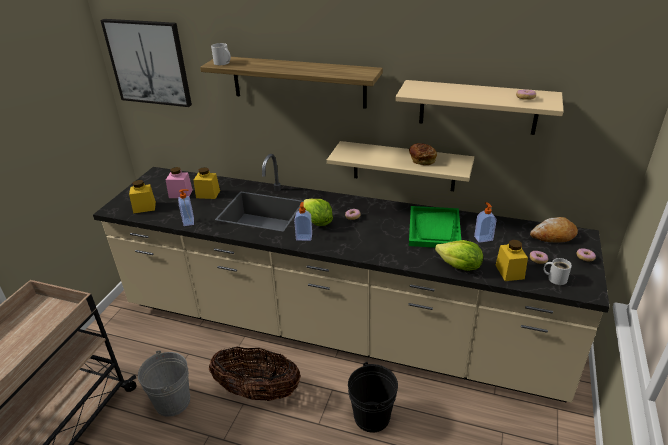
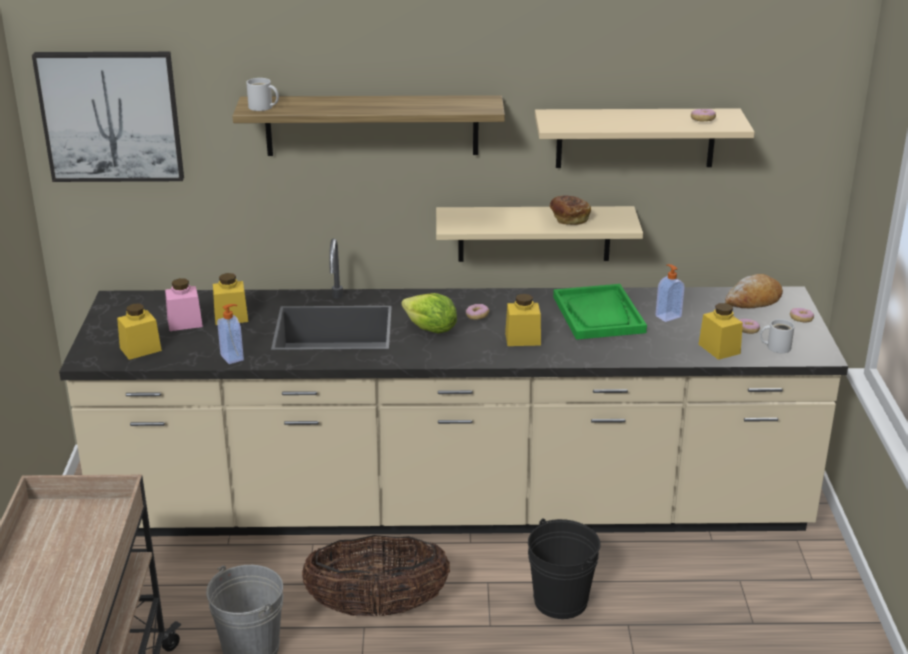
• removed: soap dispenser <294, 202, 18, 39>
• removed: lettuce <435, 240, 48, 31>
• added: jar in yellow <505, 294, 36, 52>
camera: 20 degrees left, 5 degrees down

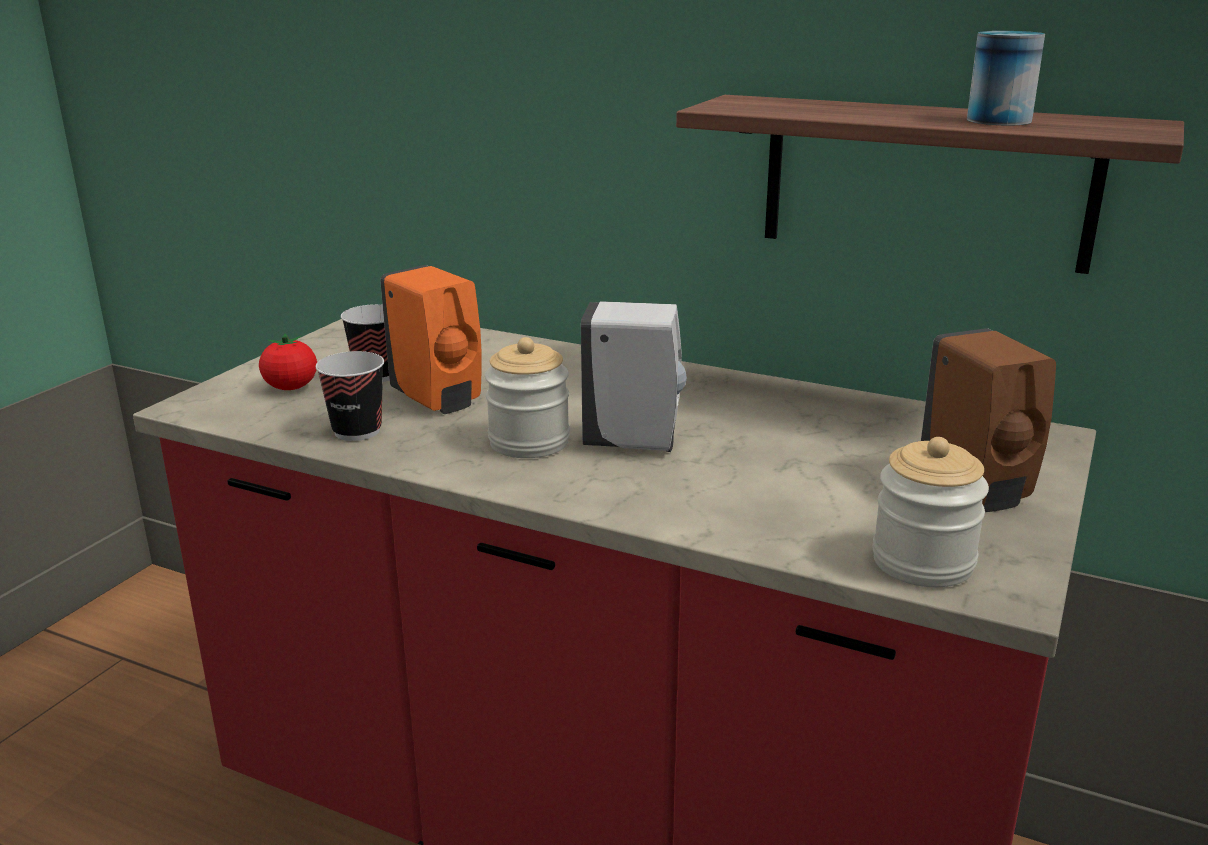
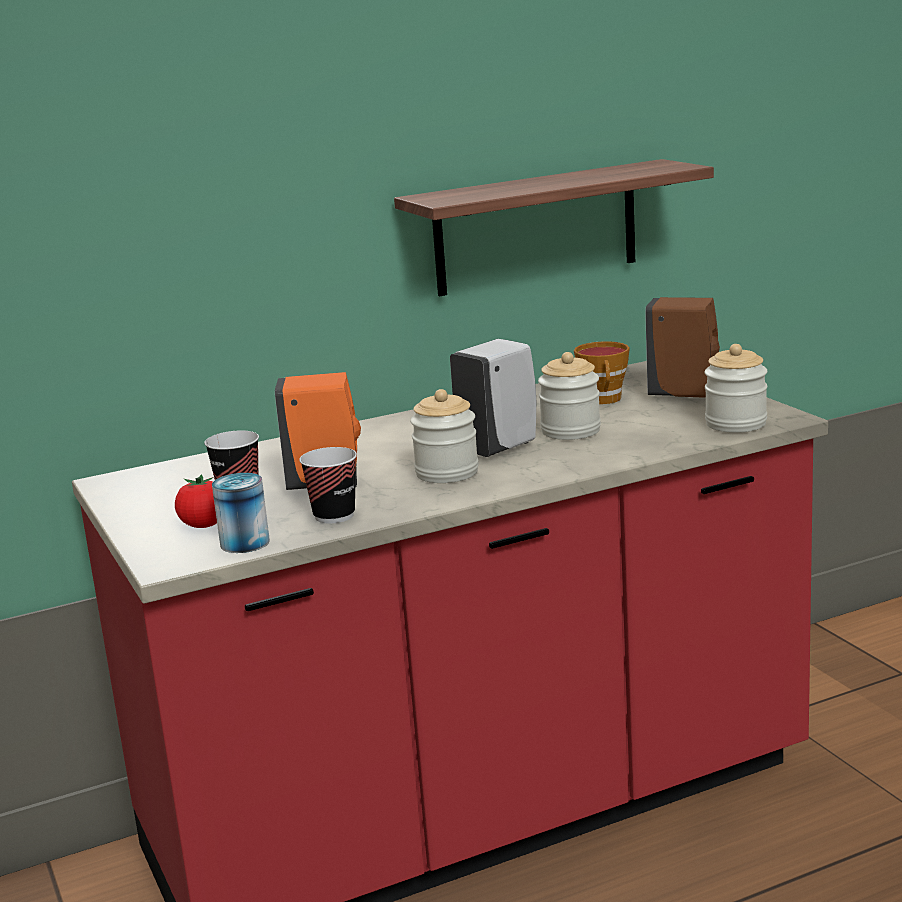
• added: jar <538, 352, 63, 88>
• added: cup <574, 341, 56, 63>
• moved: can <967, 31, 78, 95> to <212, 473, 58, 80>
camera: 50 degrees left, 5 degrees down

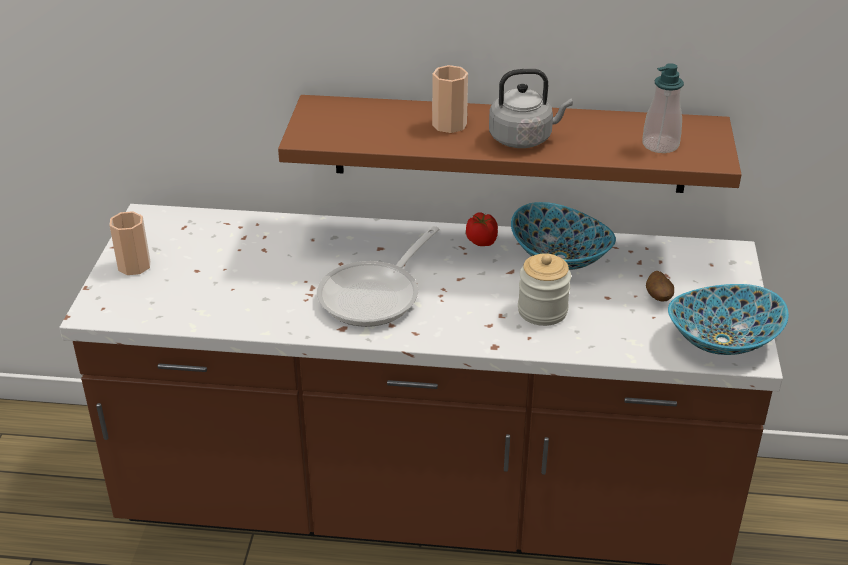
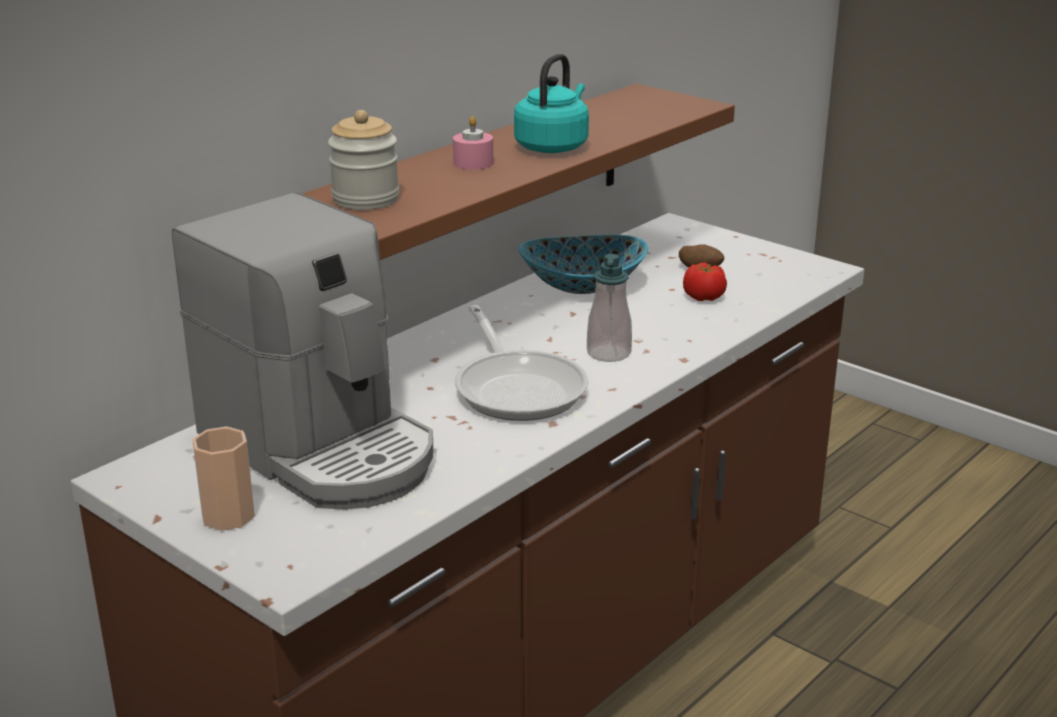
• removed: bowl <668, 284, 121, 71>
• added: coffee machine <172, 193, 261, 316>
• moved: tomato <466, 213, 32, 33> to <683, 262, 44, 39>
• moved: jar <518, 253, 53, 73> to <328, 110, 71, 100>
• moved: soap dispenser <642, 63, 42, 90> to <587, 254, 45, 108>
• replaced: cup <432, 65, 36, 68> to candle in pink <453, 116, 40, 54>
• recoloured: kettle in grey <489, 69, 84, 79> to kettle in turquoise <514, 54, 75, 99>
camera: 55 degrees left, 10 degrees down

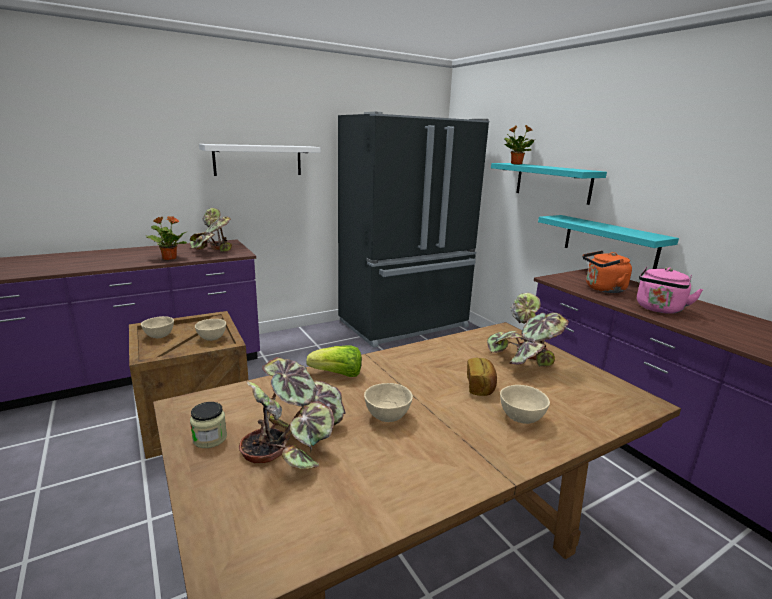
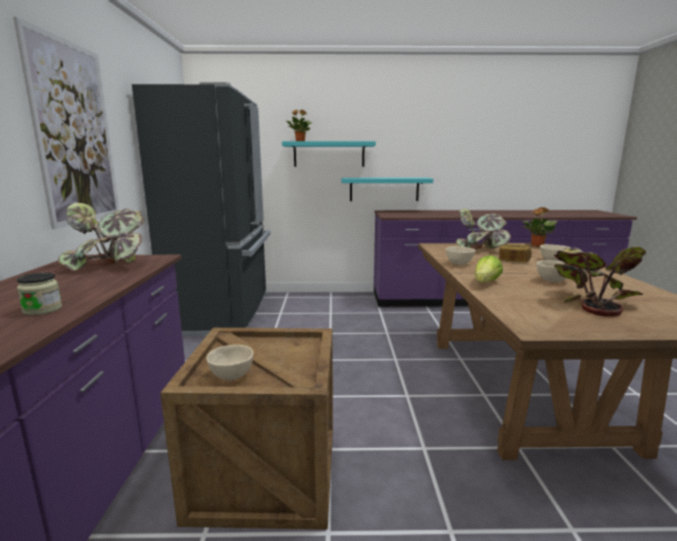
• removed: kettle in orange <582, 250, 50, 43>
• removed: kettle in pink <637, 267, 67, 47>
• moved: potted plant <146, 216, 42, 44> to <522, 207, 35, 40>
• moved: jar <190, 402, 37, 46> to <17, 273, 45, 42>
• moved: bowl in beige <195, 319, 31, 22> to <446, 246, 29, 19>
• replaced: shelf in white <199, 144, 122, 32> to picture <13, 17, 106, 212>
camera: 60 degrees left, 5 degrees down

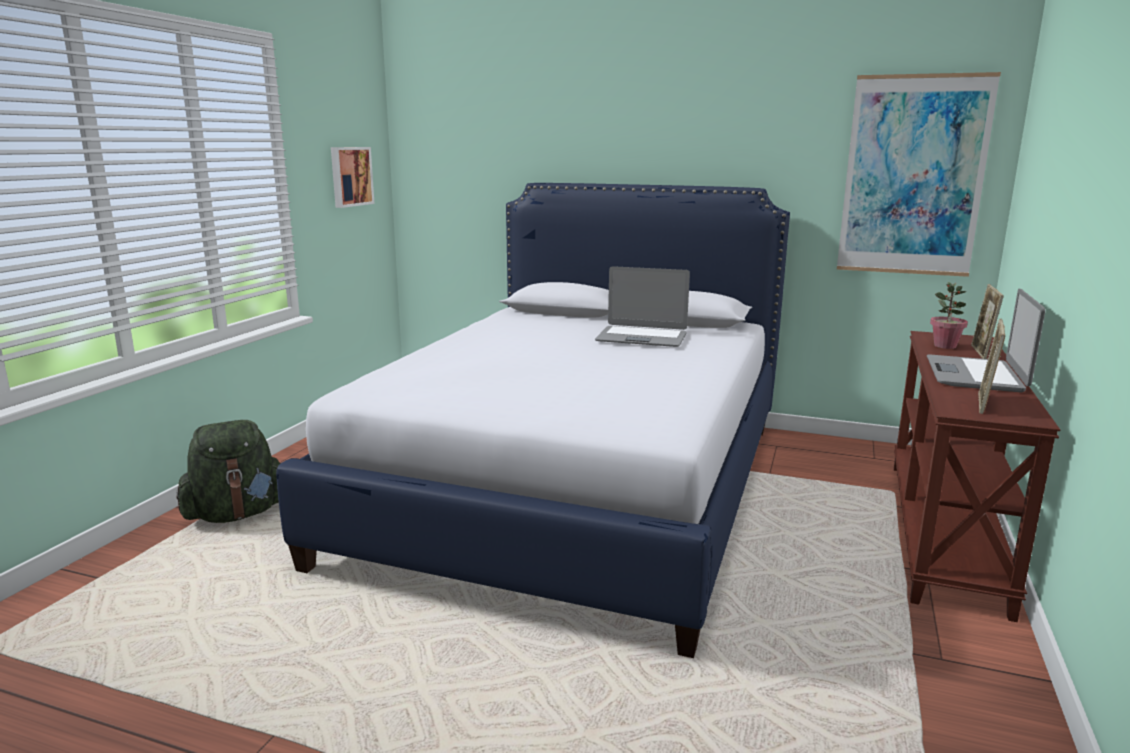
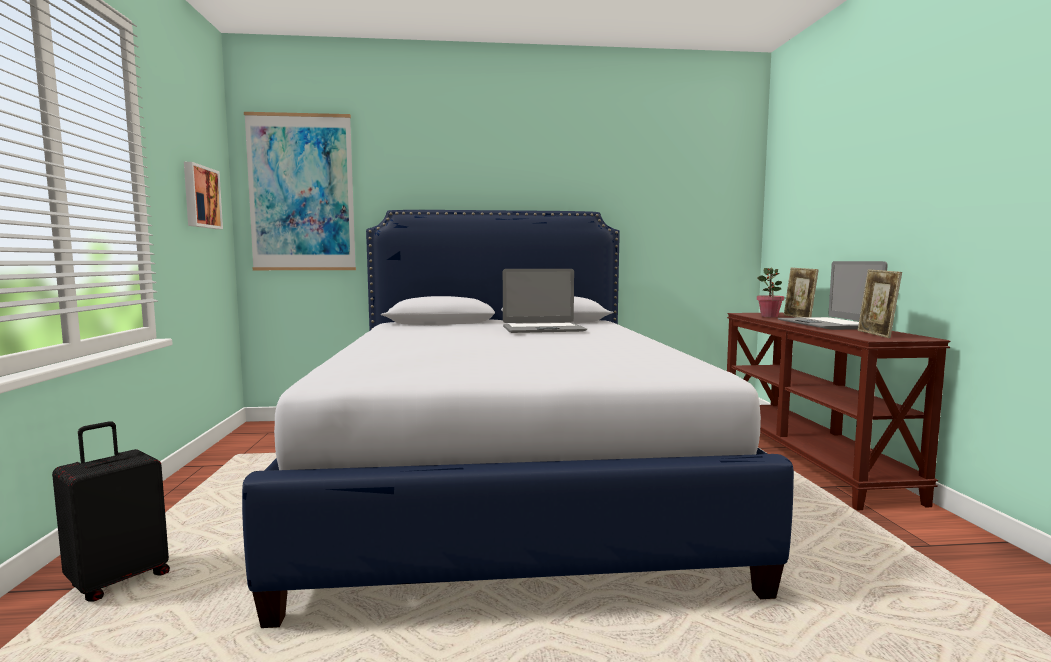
• moved: picture <837, 72, 164, 205> to <244, 112, 112, 158>
• replaced: backpack in green <176, 420, 104, 103> to suitcase in black <52, 421, 118, 181>
camera: 25 degrees left, 10 degrees down

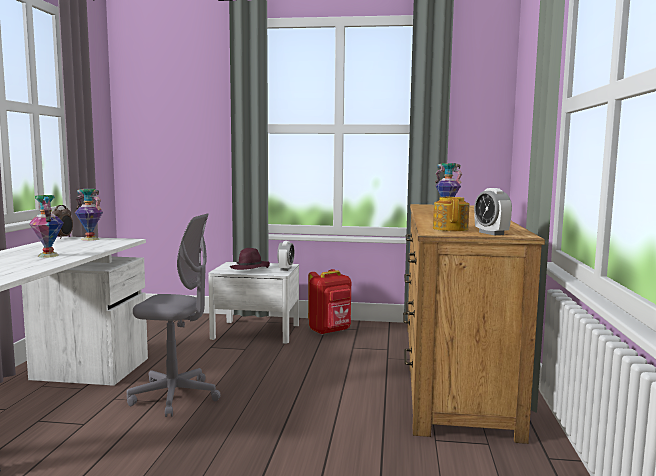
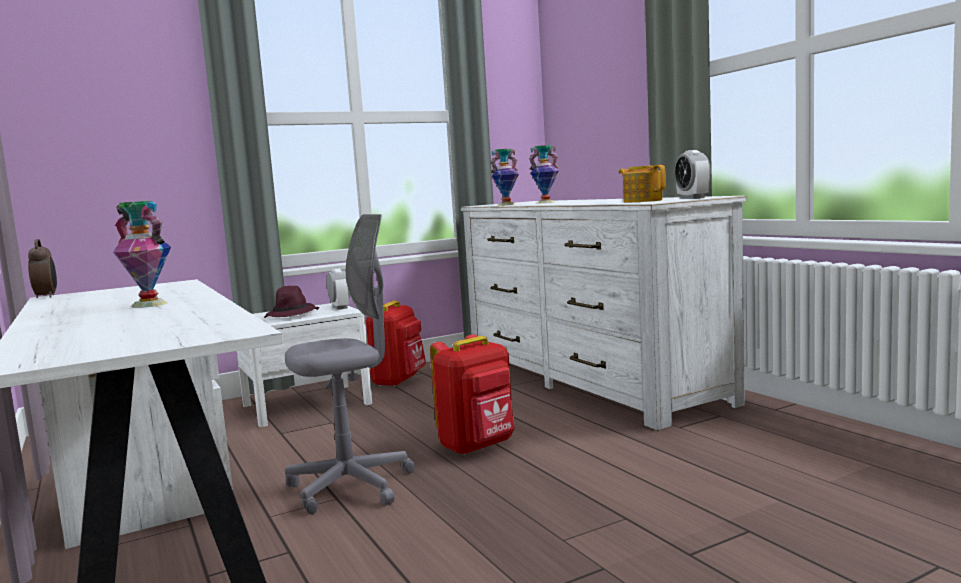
• added: backpack in red <430, 334, 85, 121>
• moved: vase <75, 189, 28, 52> to <490, 149, 29, 57>
• recoloured: dresser in brown <403, 204, 142, 240> to dresser in white <461, 196, 286, 235>
• turned: alarm clock <474, 188, 38, 47> = <674, 150, 37, 49> 45 degrees clockwise
camera: 35 degrees left, 0 degrees up

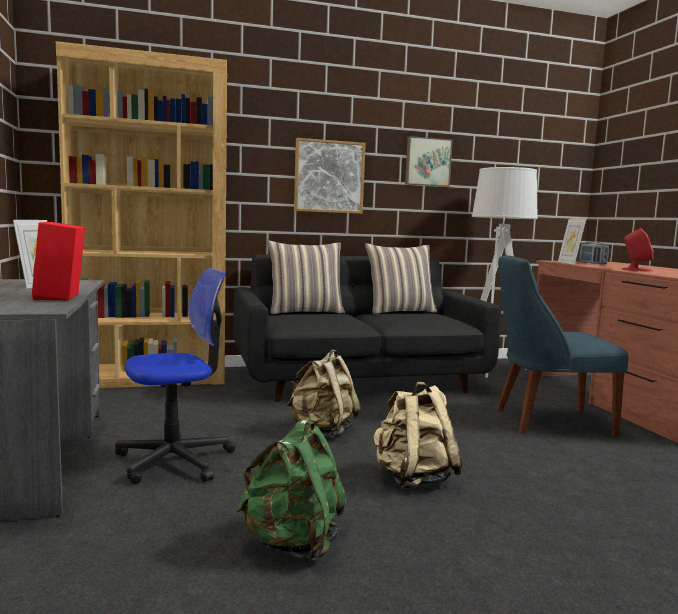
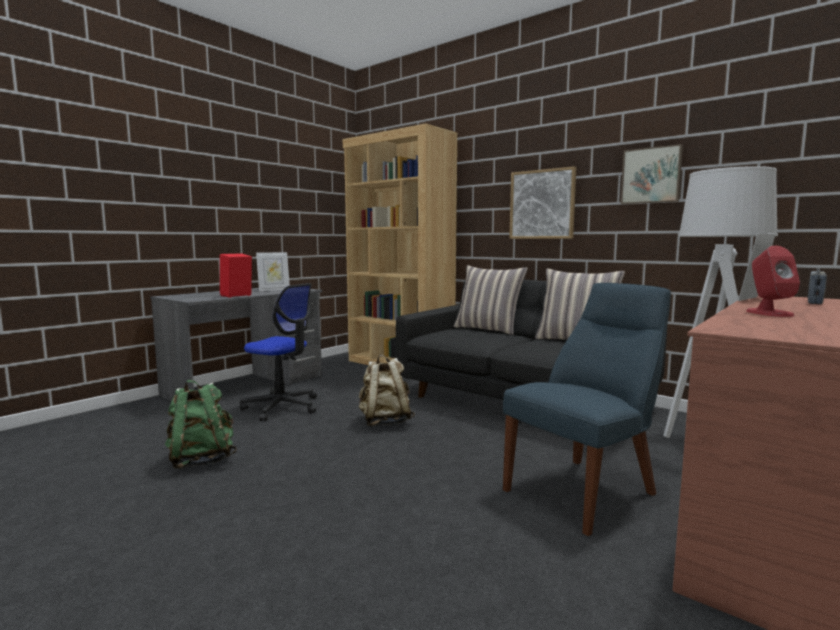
• removed: backpack in beige <374, 382, 89, 107>
• turned: chair in blue <497, 255, 132, 182> = <503, 283, 168, 253> 90 degrees clockwise
camera: 55 degrees right, 0 degrees up

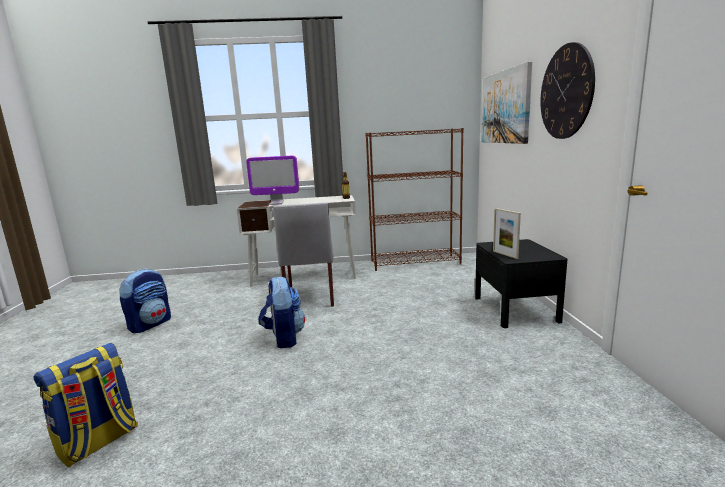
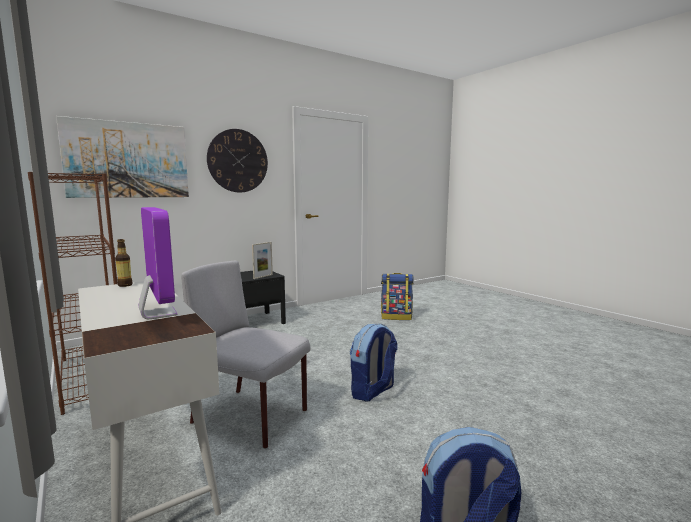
• moved: backpack <33, 343, 105, 125> to <381, 273, 33, 47>
• turned: chair in grey <273, 203, 61, 104> = <181, 261, 130, 188> 120 degrees counterclockwise
camera: 120 degrees left, 5 degrees down

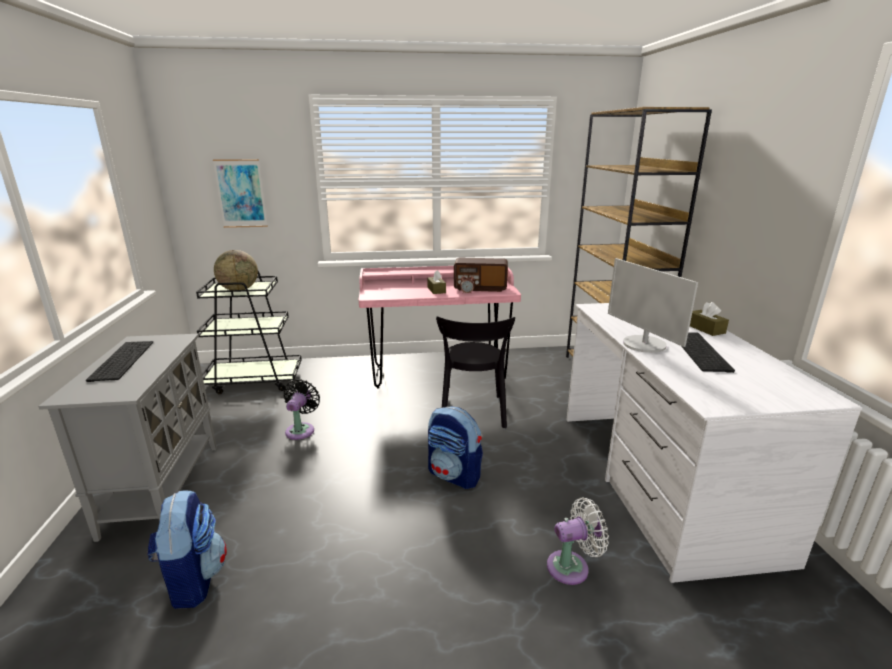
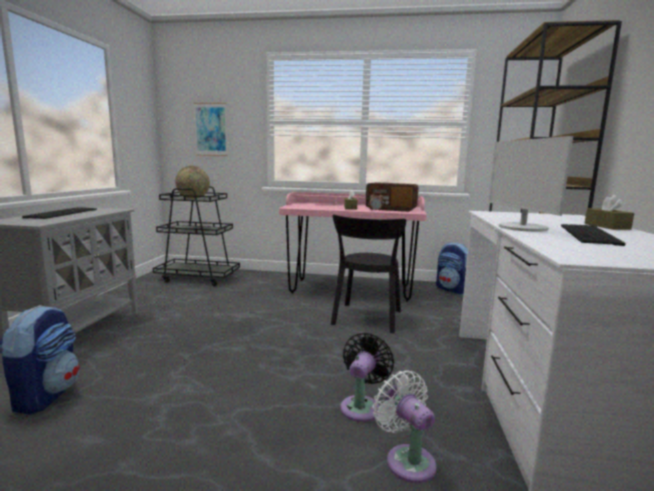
• moved: fan in black <283, 379, 37, 61> to <340, 333, 54, 89>
• moved: backpack <428, 406, 55, 83> to <436, 243, 32, 52>
• turned: fan in white <547, 498, 62, 87> = <373, 370, 63, 113> 120 degrees counterclockwise
camera: 15 degrees right, 10 degrees down

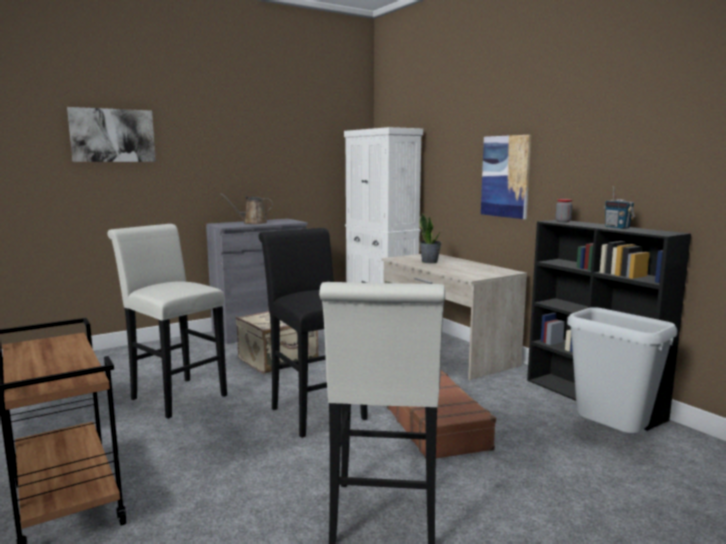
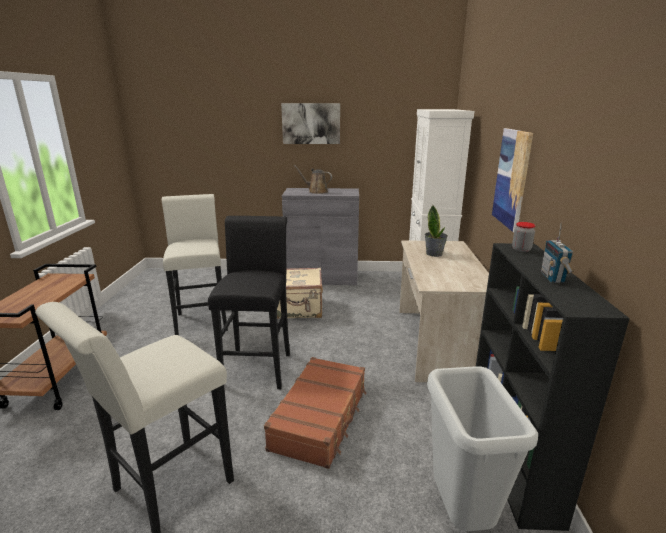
• moved: picture <67, 107, 89, 55> to <281, 103, 59, 41>
camera: 35 degrees right, 10 degrees up

